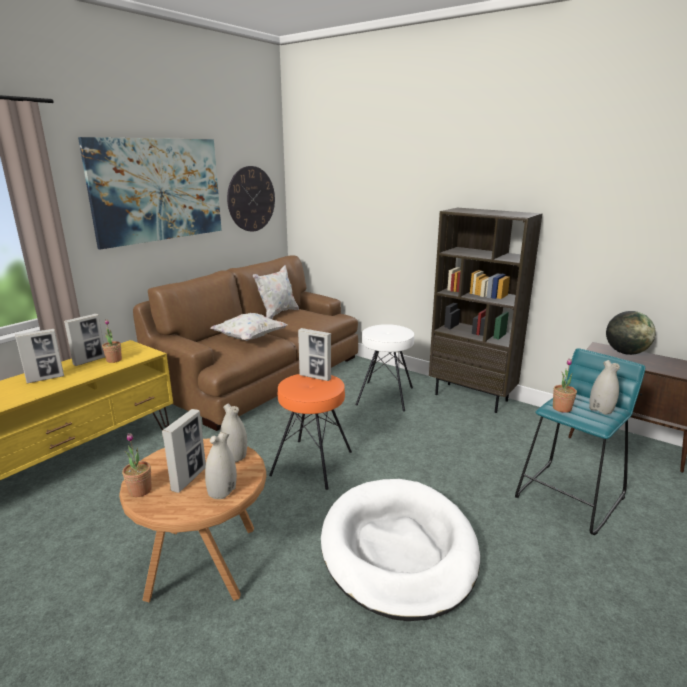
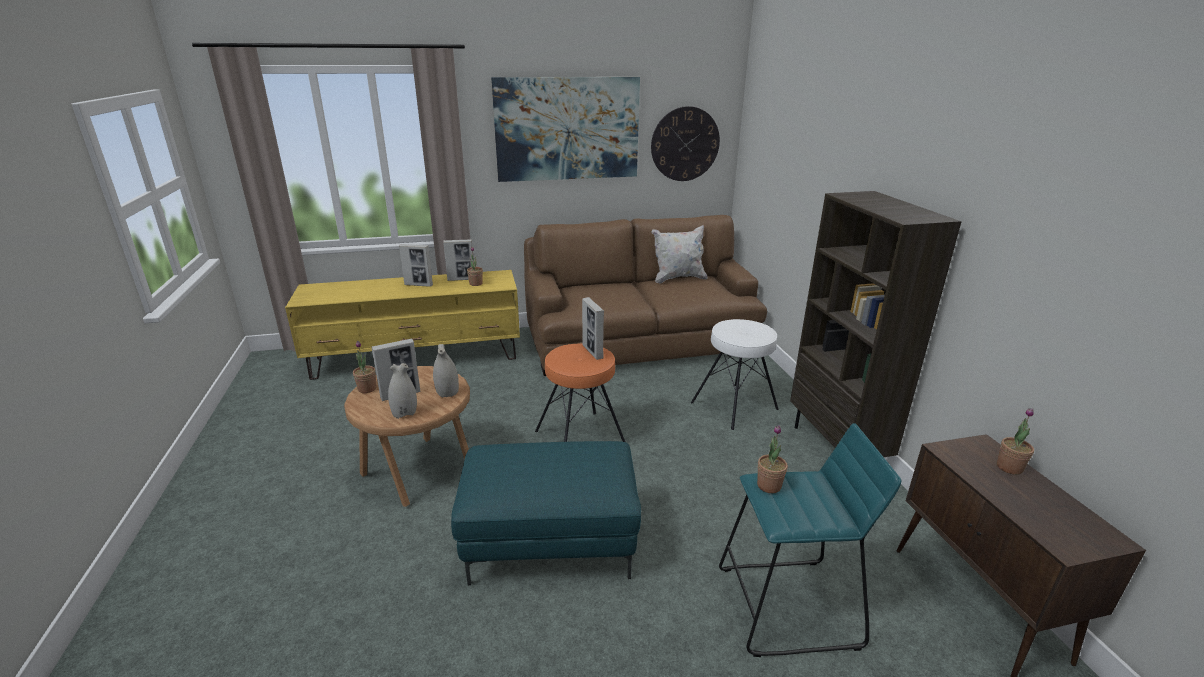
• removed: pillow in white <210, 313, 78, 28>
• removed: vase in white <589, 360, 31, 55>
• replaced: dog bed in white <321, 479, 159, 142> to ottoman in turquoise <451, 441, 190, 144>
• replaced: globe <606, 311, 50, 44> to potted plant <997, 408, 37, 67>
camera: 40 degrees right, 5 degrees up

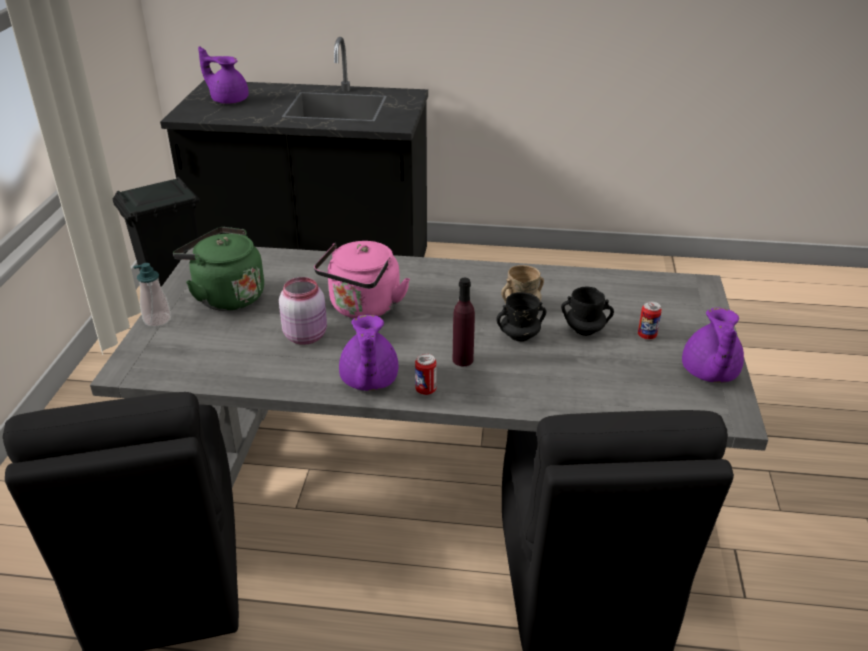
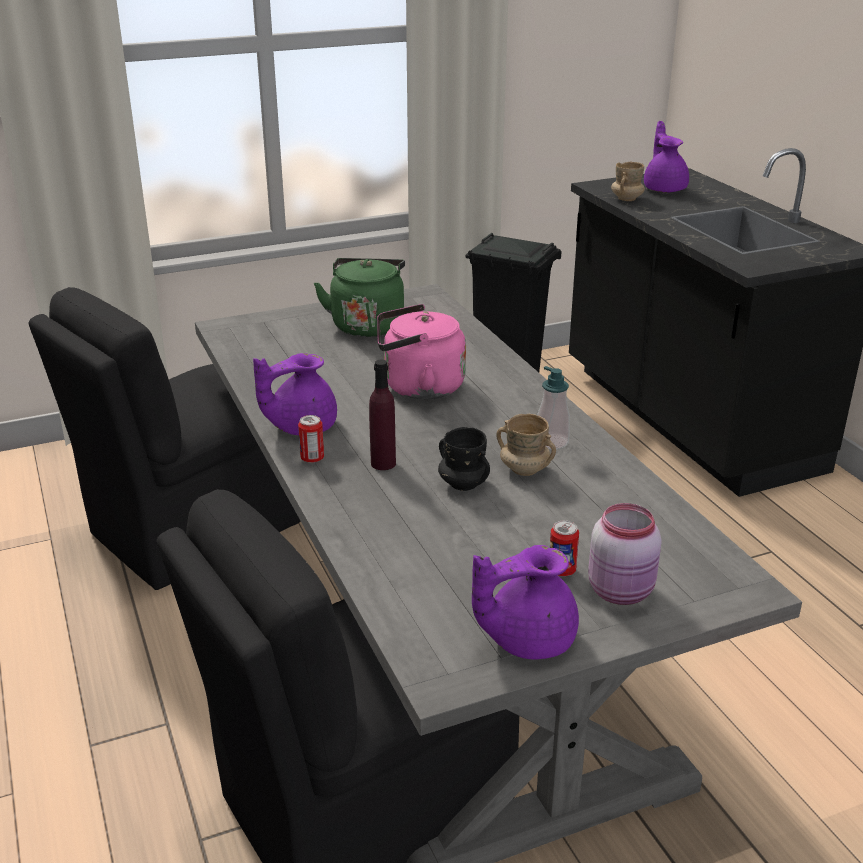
• removed: mug in black <561, 287, 53, 49>
• added: mug in beige <611, 162, 34, 39>
• moved: soap dispenser <133, 263, 38, 64> to <537, 366, 33, 84>
• moved: jar in pink <279, 277, 48, 68> to <588, 503, 73, 102>
camera: 60 degrees right, 5 degrees down

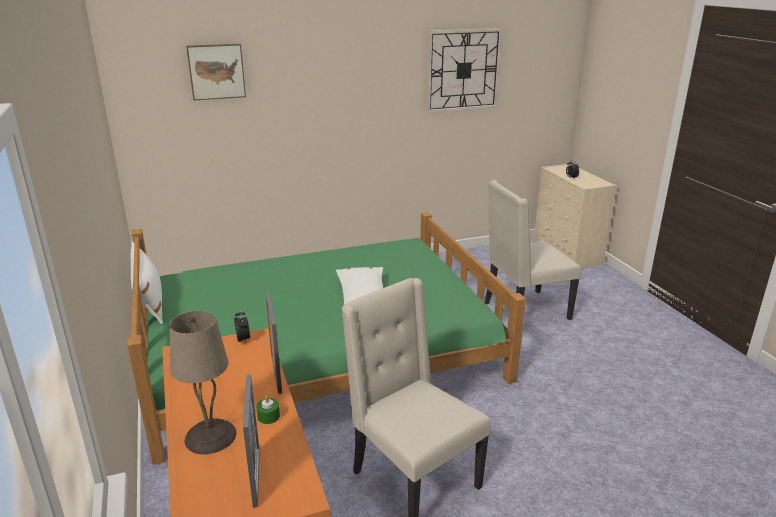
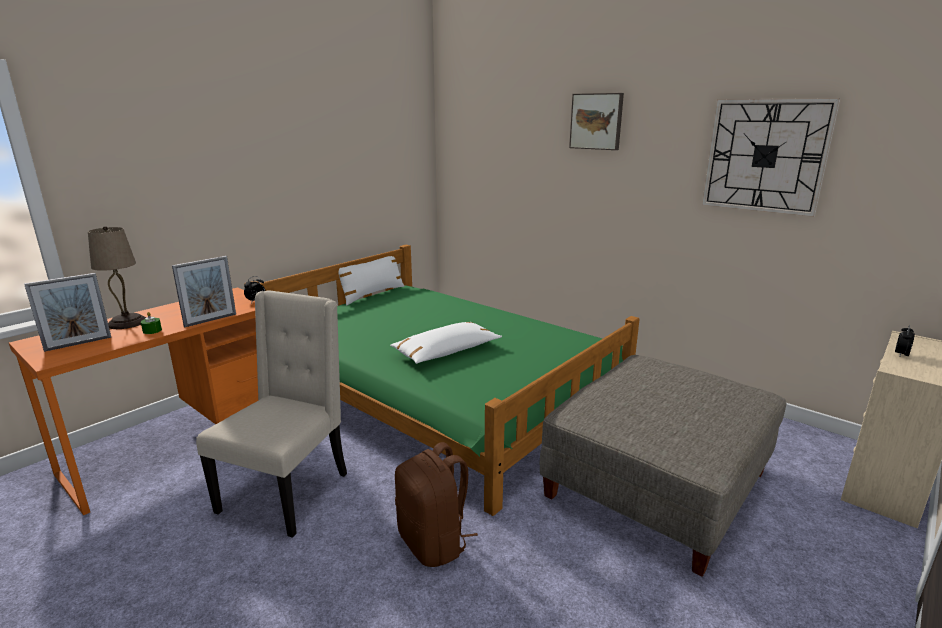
• added: backpack in brown <395, 442, 83, 125>
• moved: picture <186, 44, 60, 56> to <569, 93, 55, 57>
• replaced: chair in beige <484, 180, 97, 140> to ottoman in grey <540, 355, 247, 222>
camera: 60 degrees right, 5 degrees down

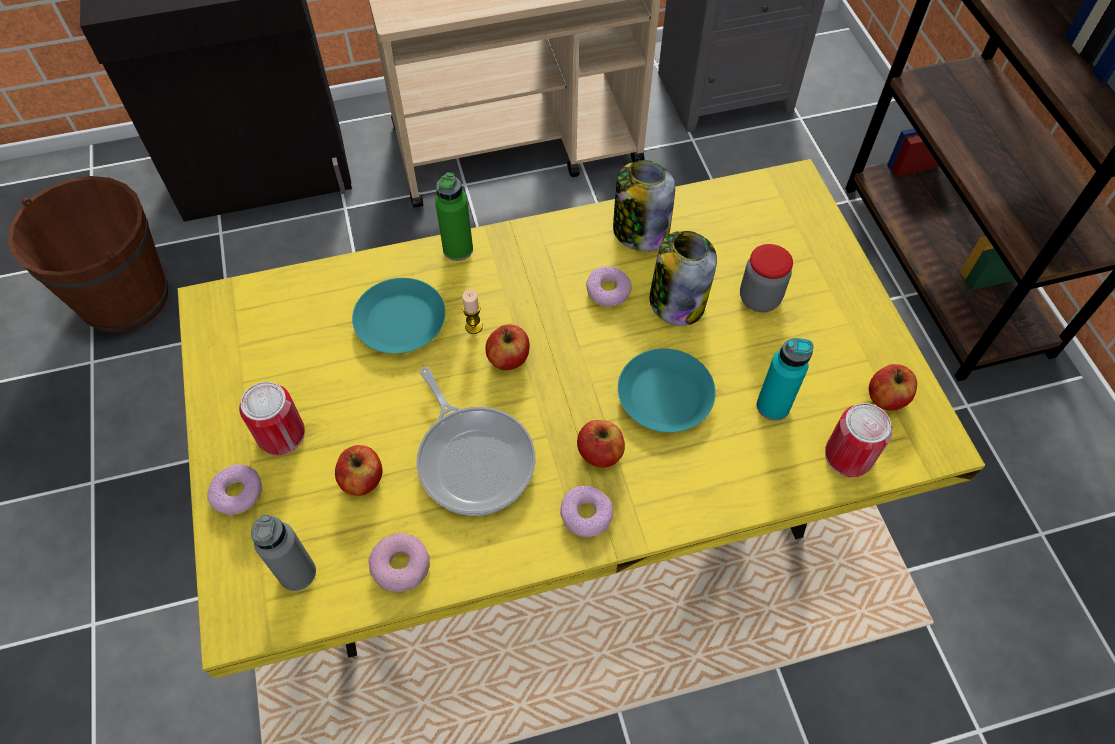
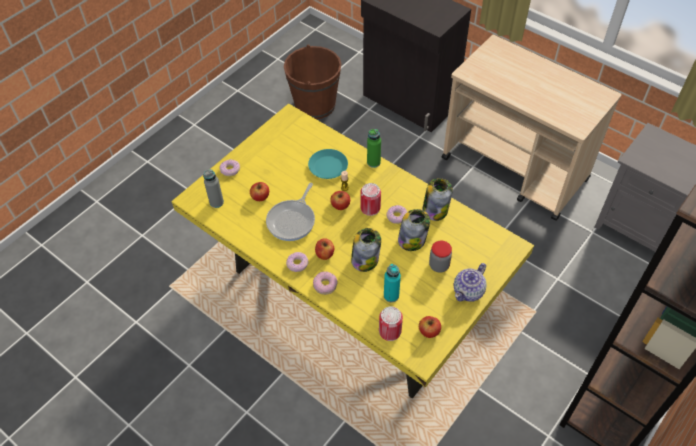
• added: teapot <454, 263, 33, 39>
• moved: can <239, 382, 66, 74> to <360, 183, 21, 33>
• moved: donut <369, 533, 61, 60> to <313, 272, 25, 23>
• replaced: plate in turquoise <618, 348, 98, 85> to jar <351, 228, 30, 44>
camera: 55 degrees right, 5 degrees down

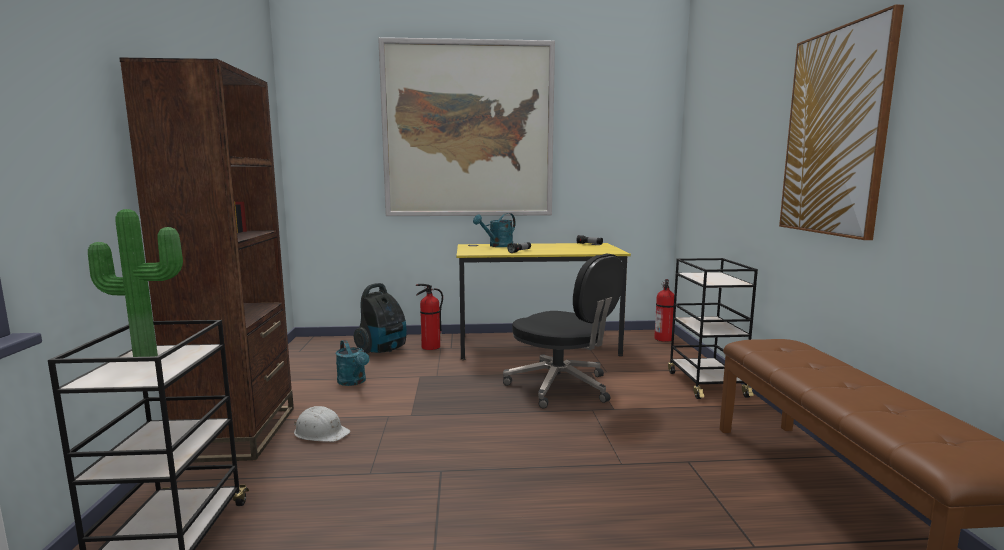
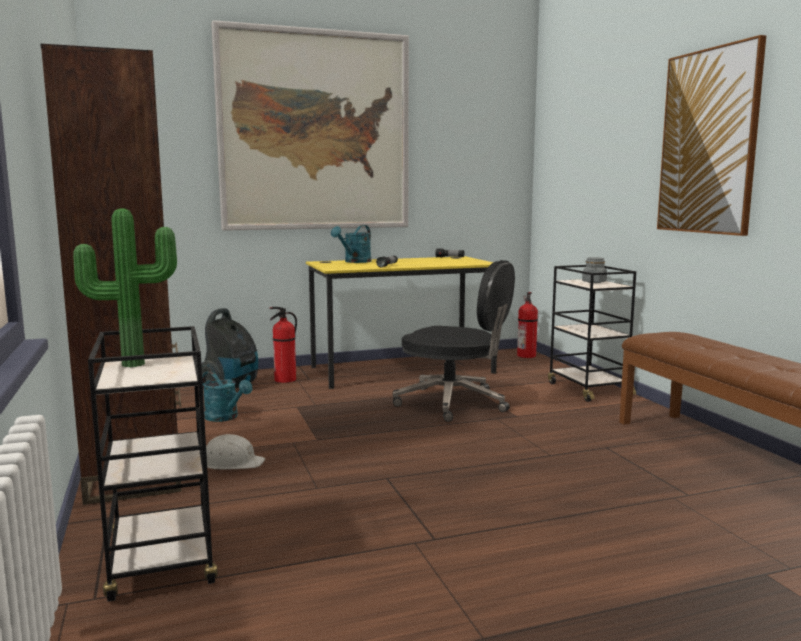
• added: jar in grey <582, 257, 25, 26>
camera: 15 degrees left, 0 degrees up

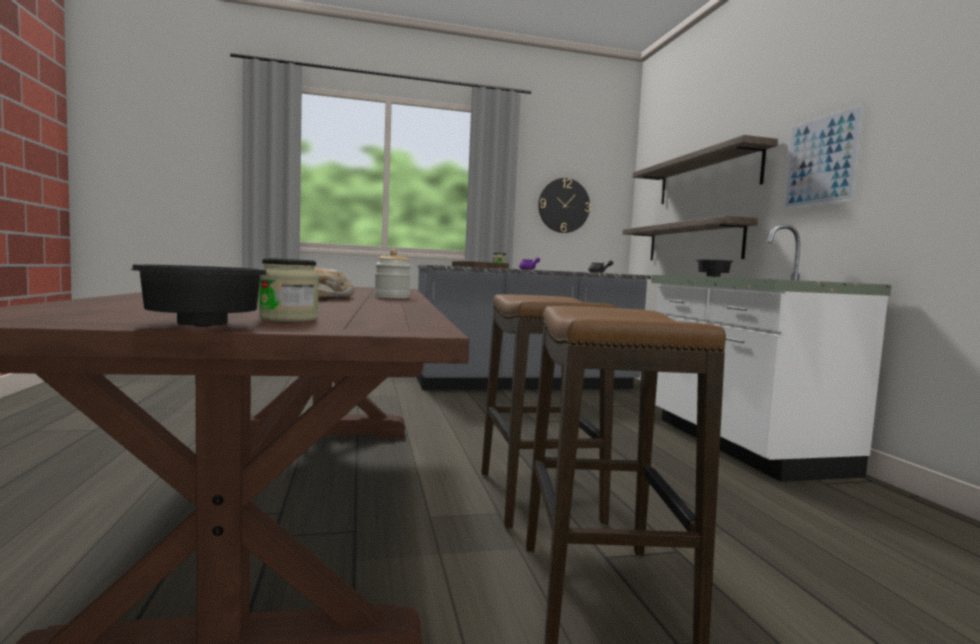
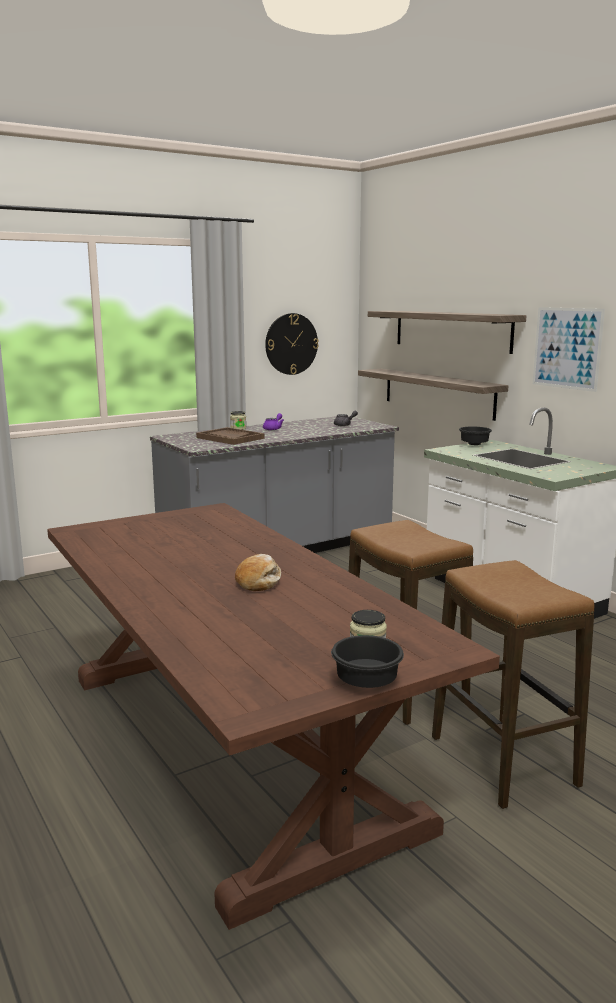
• removed: jar <374, 249, 37, 50>
camera: 20 degrees left, 10 degrees up

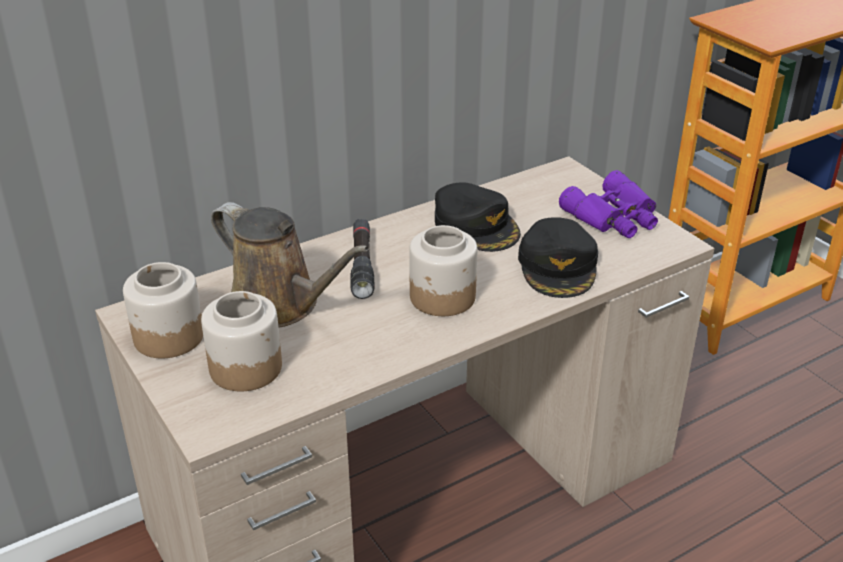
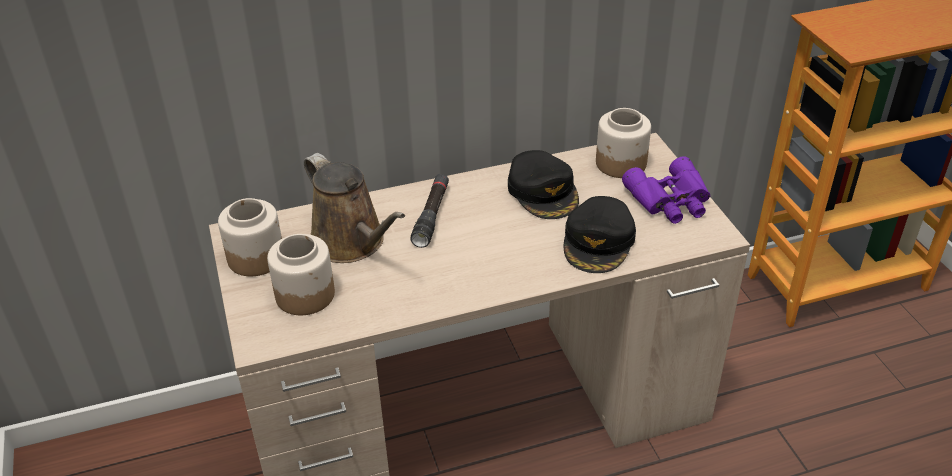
• moved: jar <409, 225, 68, 91> to <596, 108, 55, 70>
camera: 15 degrees right, 5 degrees up

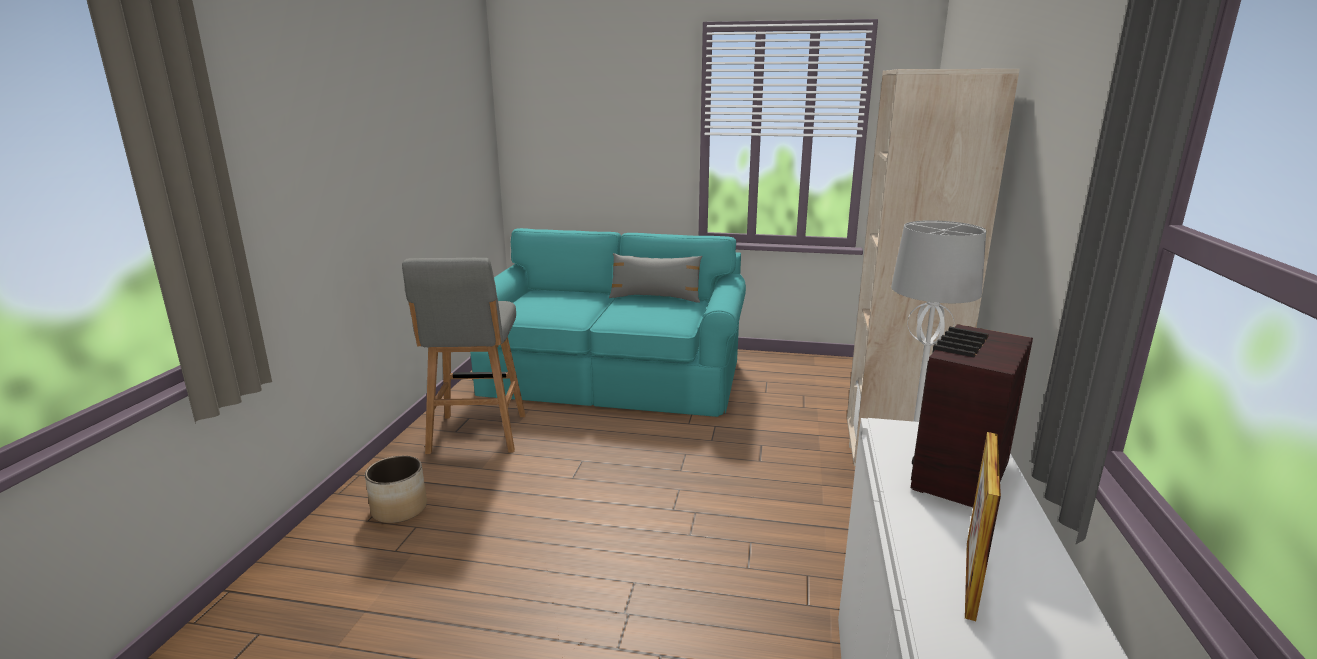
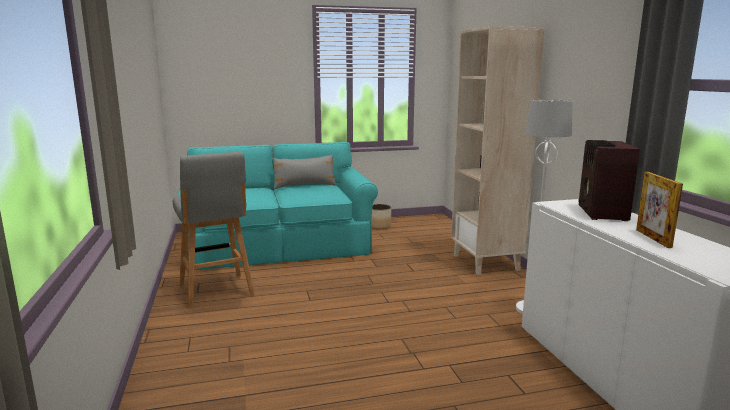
• moved: planter <365, 456, 62, 67> to <371, 204, 20, 25>
camera: 25 degrees left, 5 degrees down

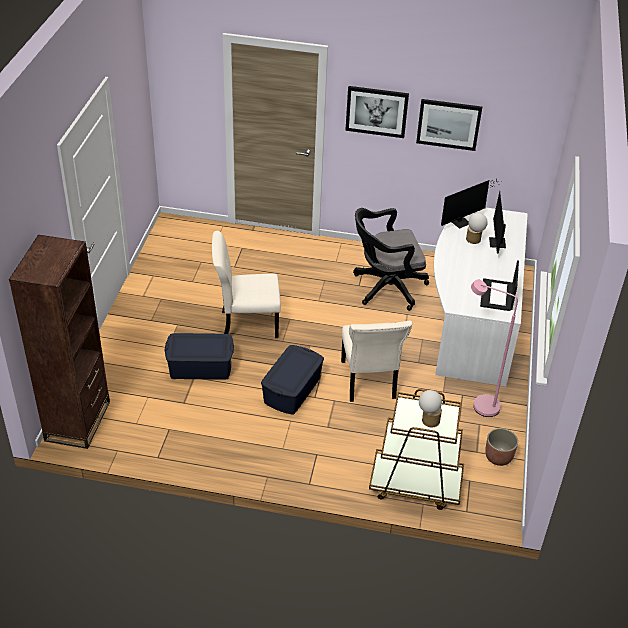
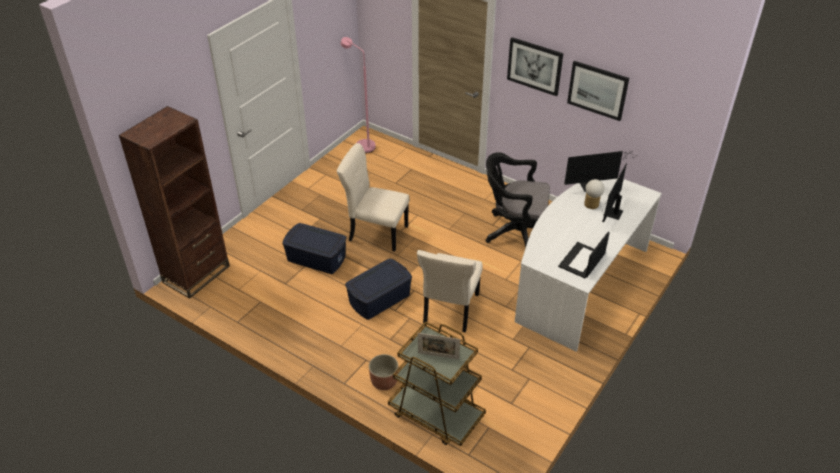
• moved: floor lamp in pink <471, 279, 47, 138> to <341, 37, 35, 116>
• moved: planter <485, 428, 33, 38> to <369, 354, 29, 36>
• replaced: table lamp <419, 390, 23, 37> to picture frame <418, 333, 42, 26>
camera: 25 degrees right, 0 degrees up

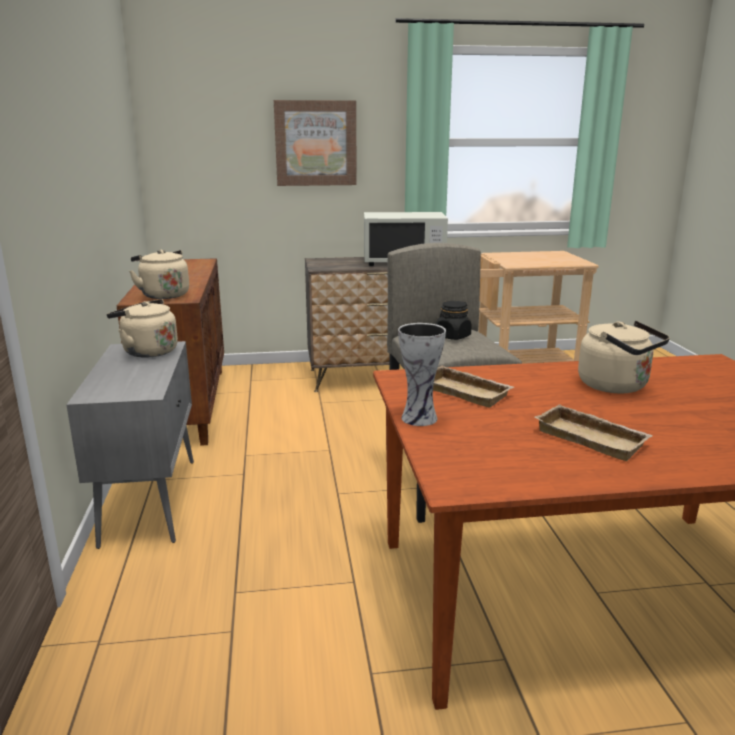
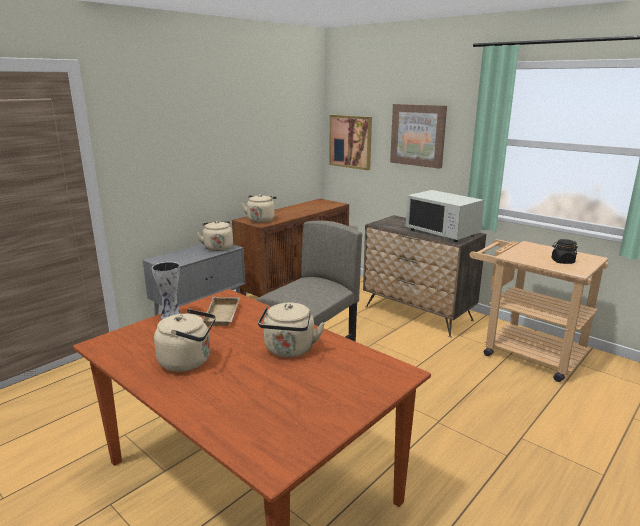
• added: picture <329, 115, 43, 55>
• moved: jar in black <436, 301, 36, 39> to <551, 239, 27, 25>
• replaced: tray in beige <534, 404, 119, 57> to kettle in beige <154, 309, 62, 63>
camera: 50 degrees right, 0 degrees up

